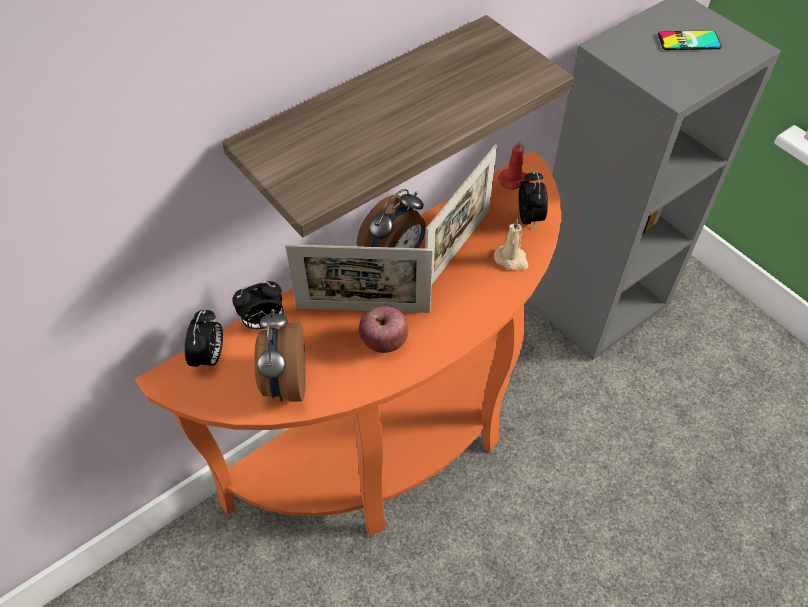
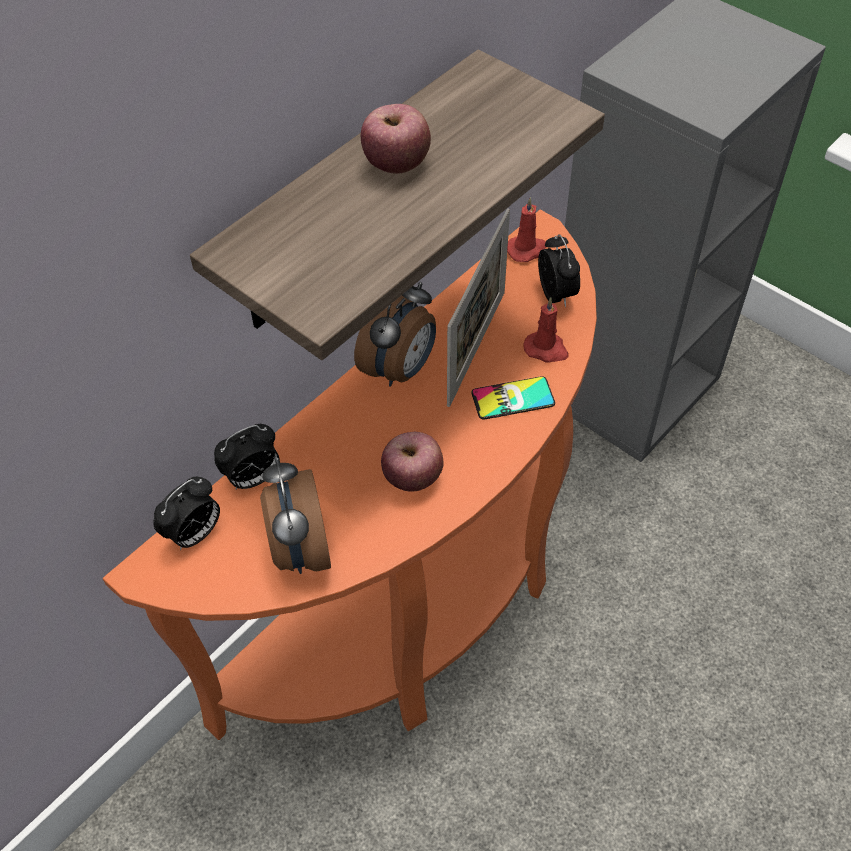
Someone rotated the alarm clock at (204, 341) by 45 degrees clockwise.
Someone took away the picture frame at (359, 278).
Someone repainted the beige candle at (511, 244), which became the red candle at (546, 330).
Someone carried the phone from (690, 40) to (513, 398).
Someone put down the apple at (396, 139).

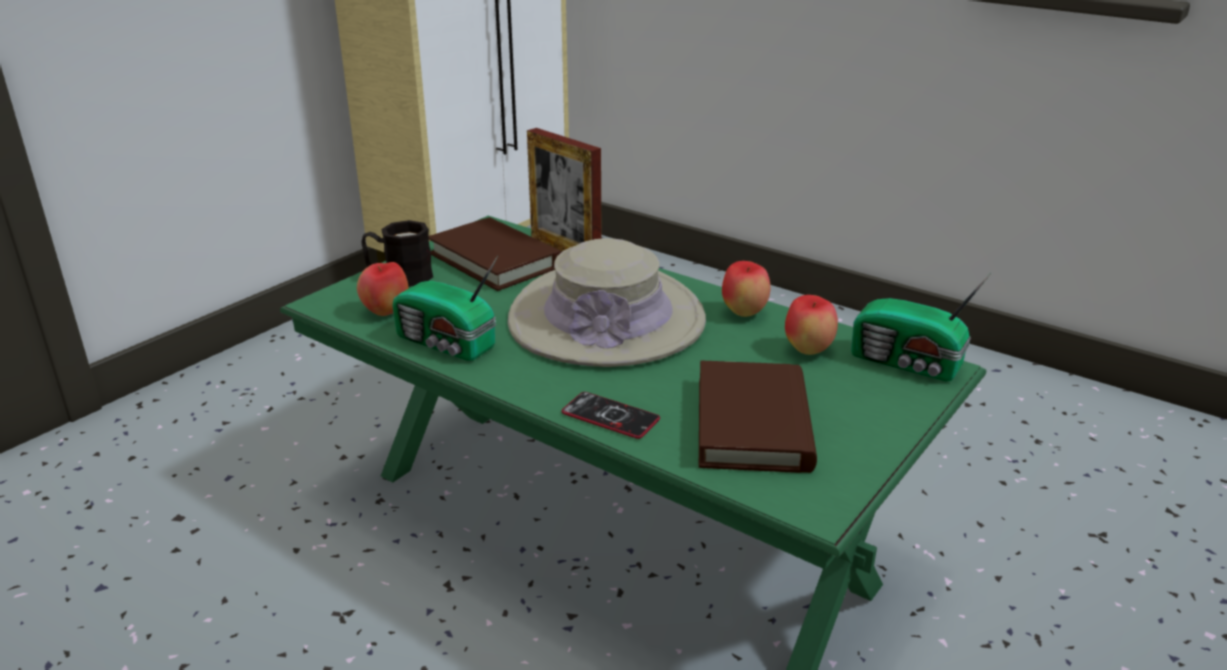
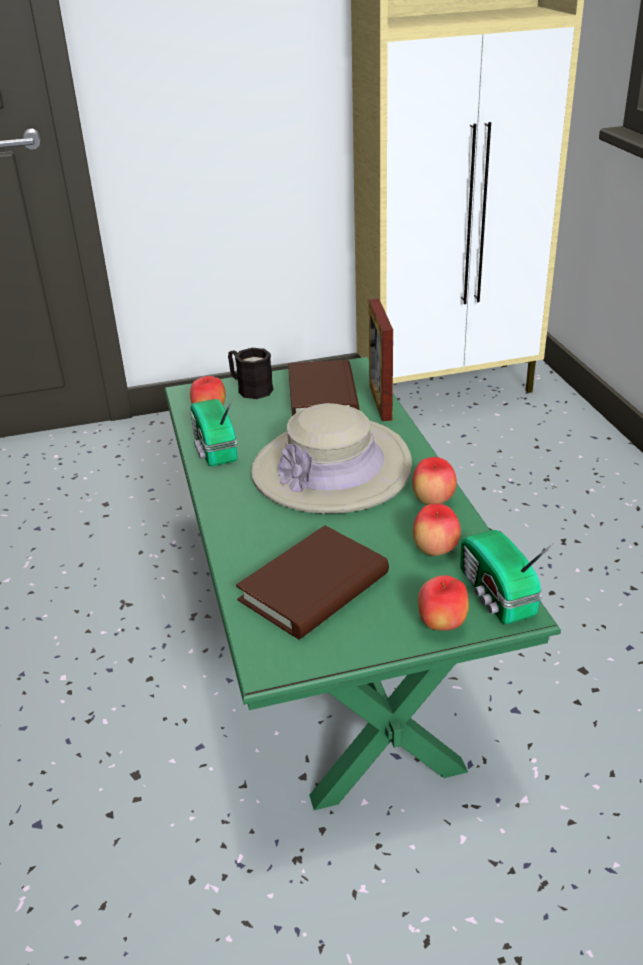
Someone took away the phone at (610, 415).
Someone put down the apple at (443, 603).

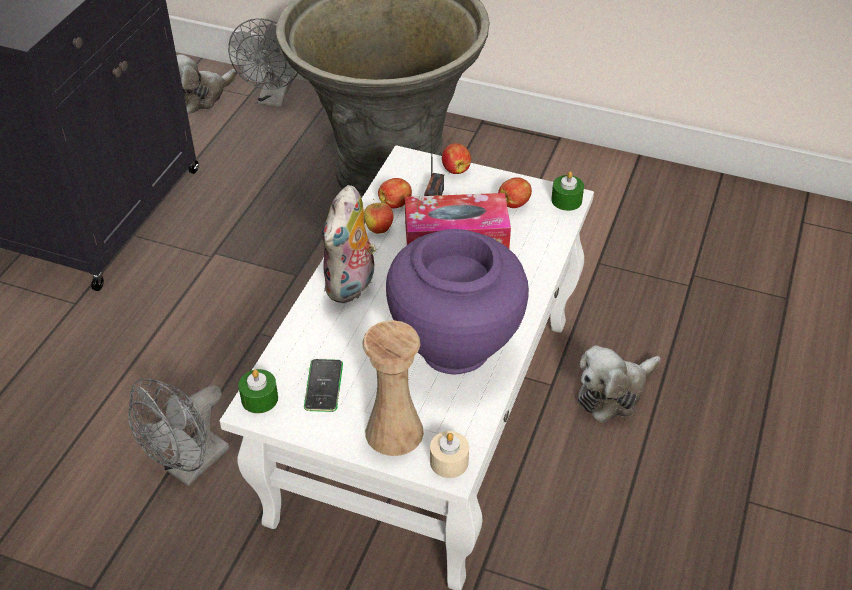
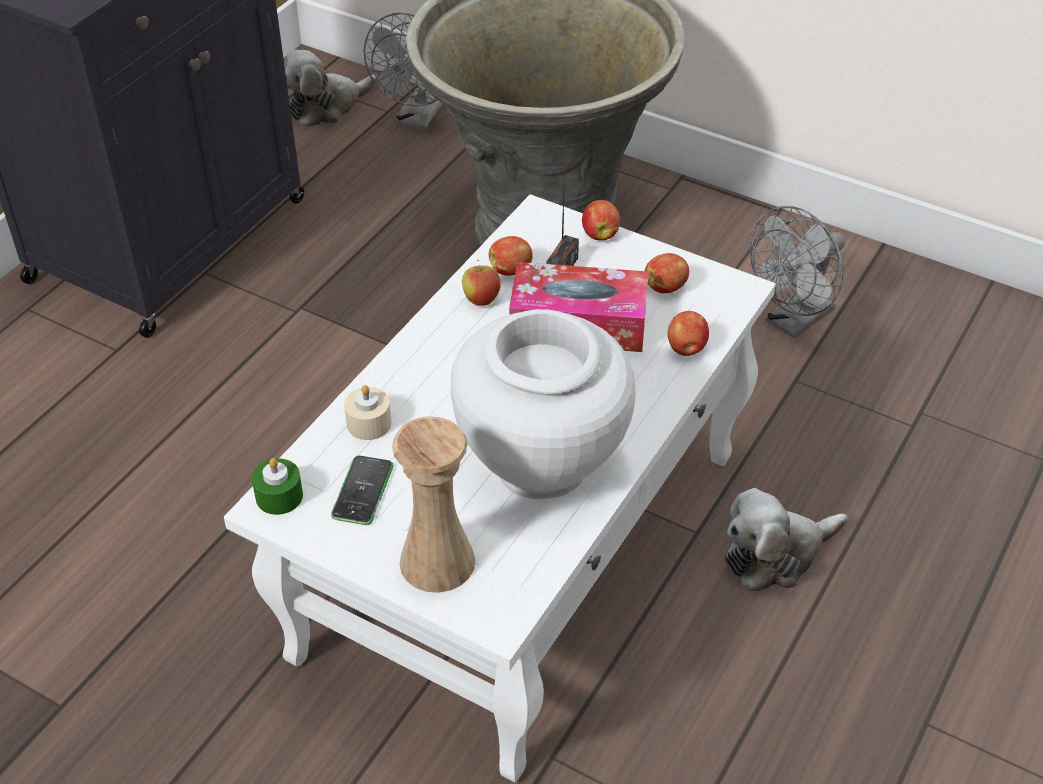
Someone carried the grey fan from (179, 432) to (797, 272).
Someone took away the plush toy at (349, 244).
Someone repainted the purple vase at (457, 302), which became the white vase at (543, 404).
Someone carried the beige candle from (449, 454) to (368, 412).
Someone took away the green candle at (567, 191).
Someone put down the apple at (688, 333).

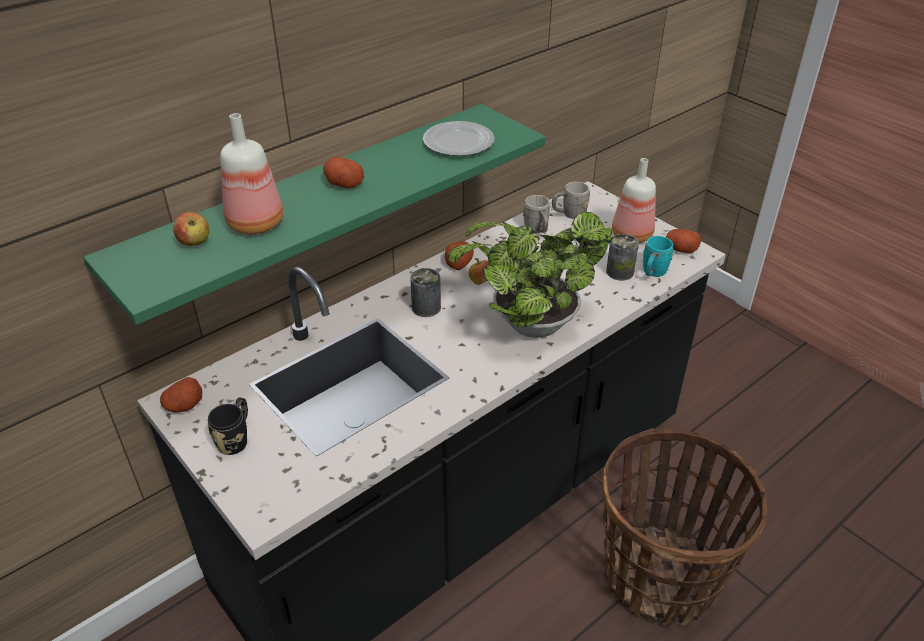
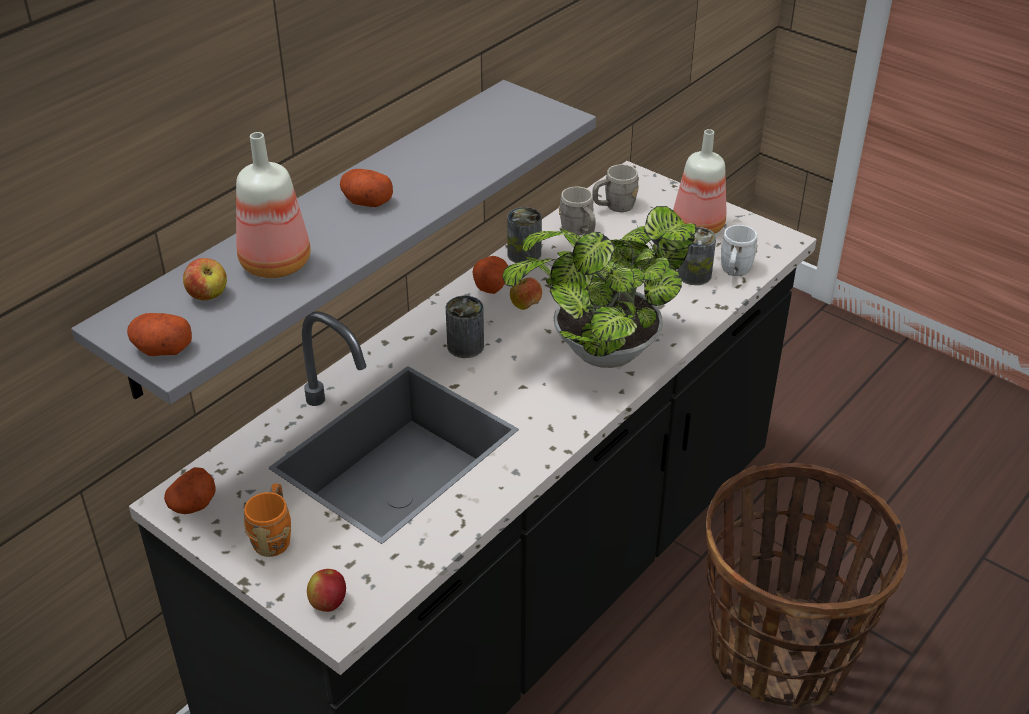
Someone repainted the green shelf at (314, 214), which became the grey shelf at (333, 242).
Someone repainted the black mug at (228, 426), which became the orange mug at (267, 520).
Someone took away the plate at (459, 138).
Someone repainted the turquoise mug at (658, 256), which became the white mug at (739, 250).
Someone carried the potato from (683, 241) to (159, 334).
Someone put down the apple at (326, 590).
Someone put down the can at (524, 235).

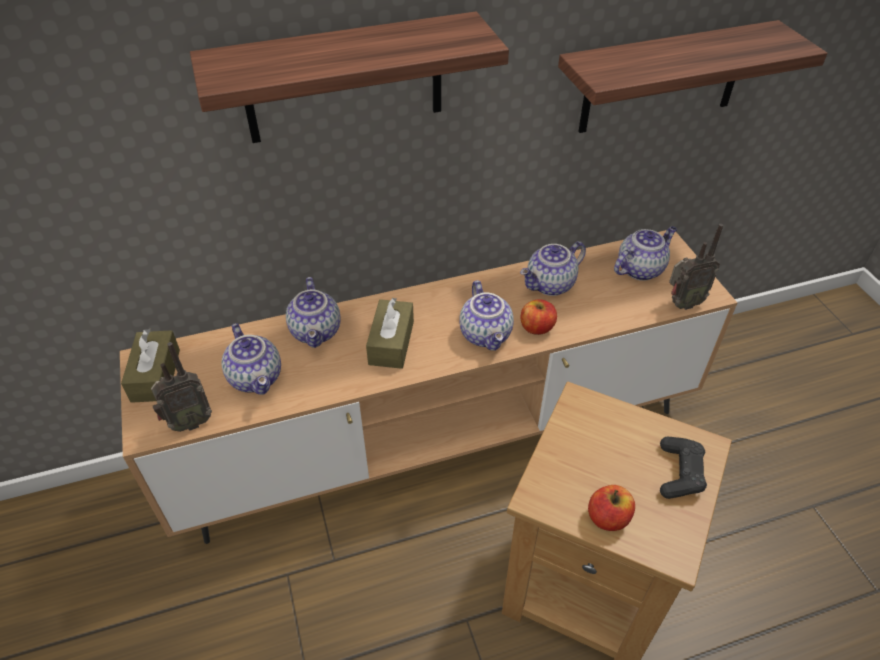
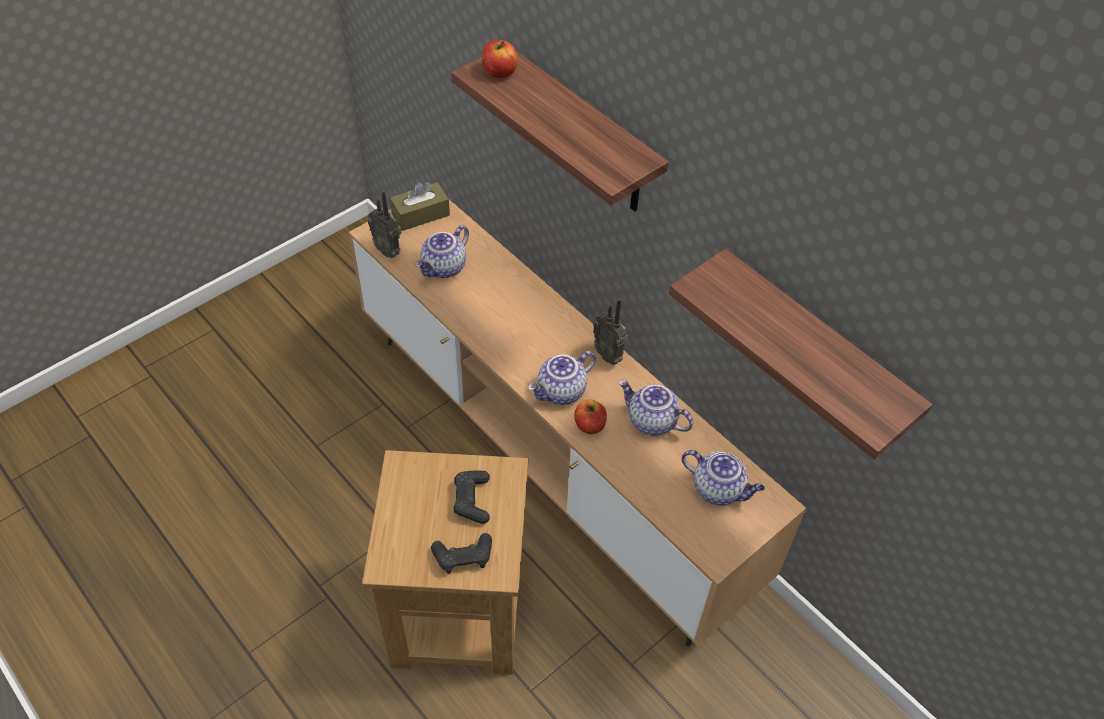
Someone took away the teapot at (313, 312).
Someone took away the brown tissue box at (390, 333).
Someone carried the apple from (611, 508) to (500, 59).
Someone carried the radio from (696, 267) to (610, 331).
Someone put down the black game controller at (471, 497).

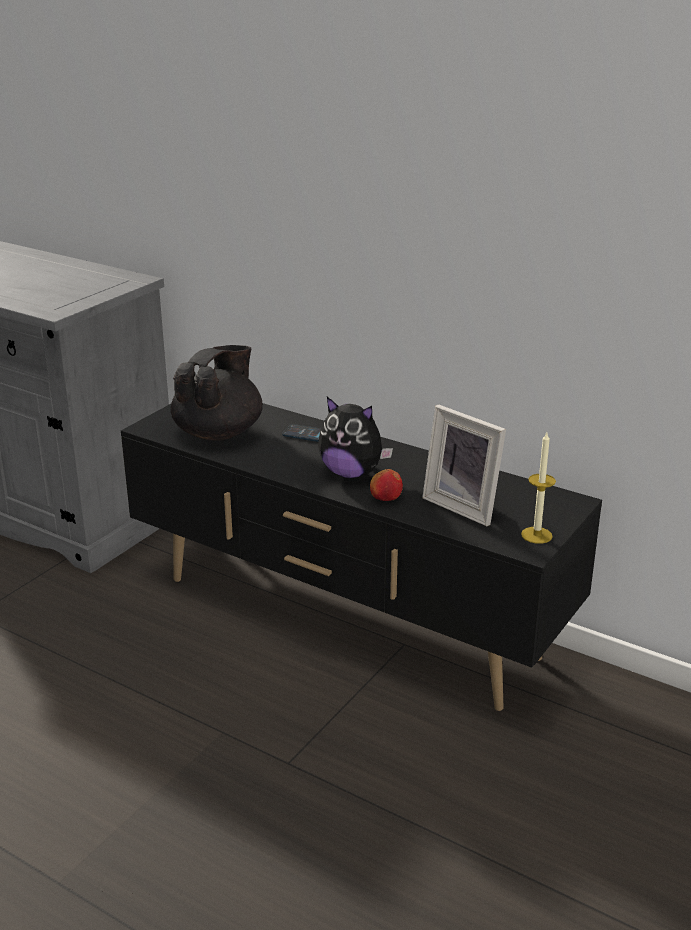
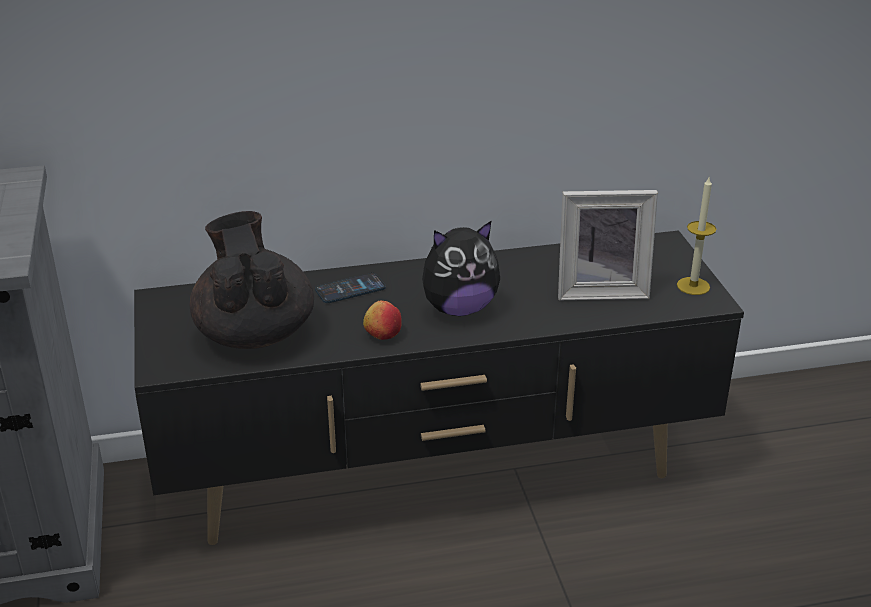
Someone carried the apple from (386, 485) to (382, 320).

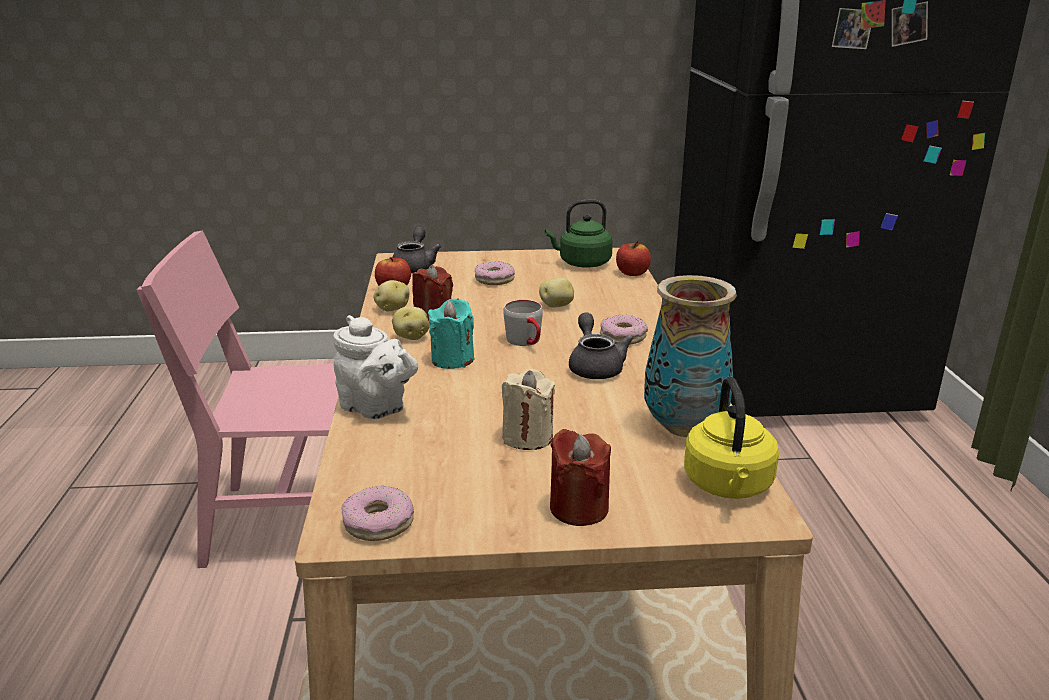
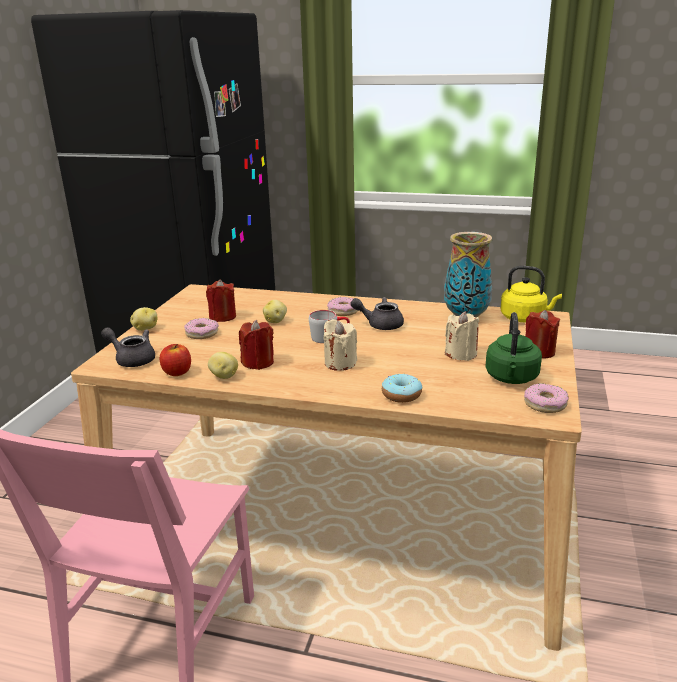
Someone swapped the white teapot at (375, 367) for the donut at (402, 388).
Someone carried the potato from (410, 323) to (143, 319).
Someone repainted the turquoise candle at (451, 333), which became the beige candle at (340, 345).
Someone carried the green kettle from (579, 233) to (513, 348).
Someone took away the apple at (633, 258).
Someone put down the red candle at (221, 300).

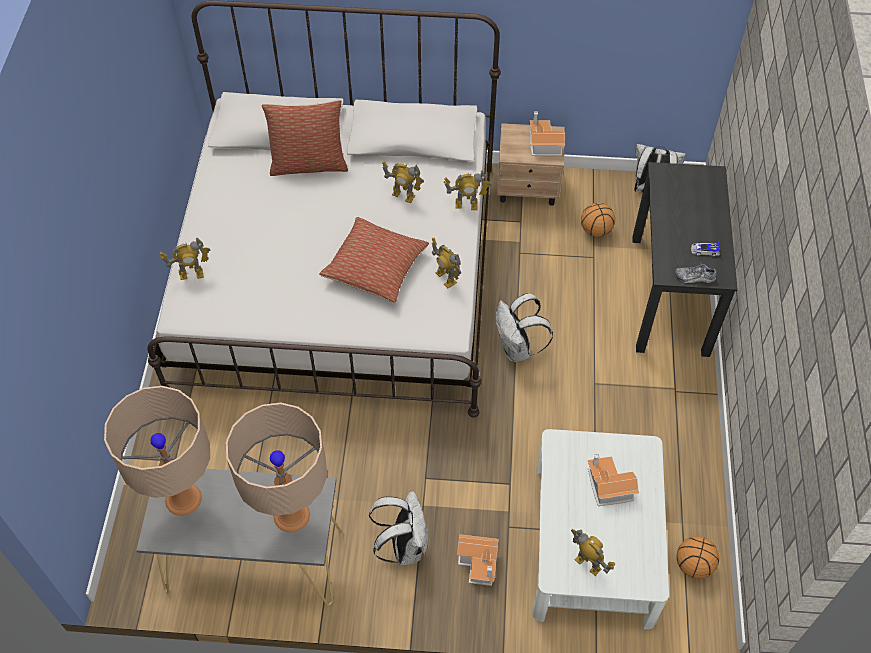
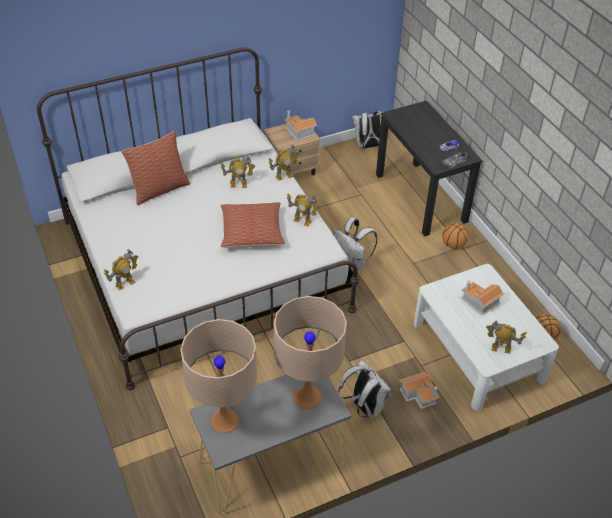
Someone carried the basketball from (598, 220) to (455, 236).

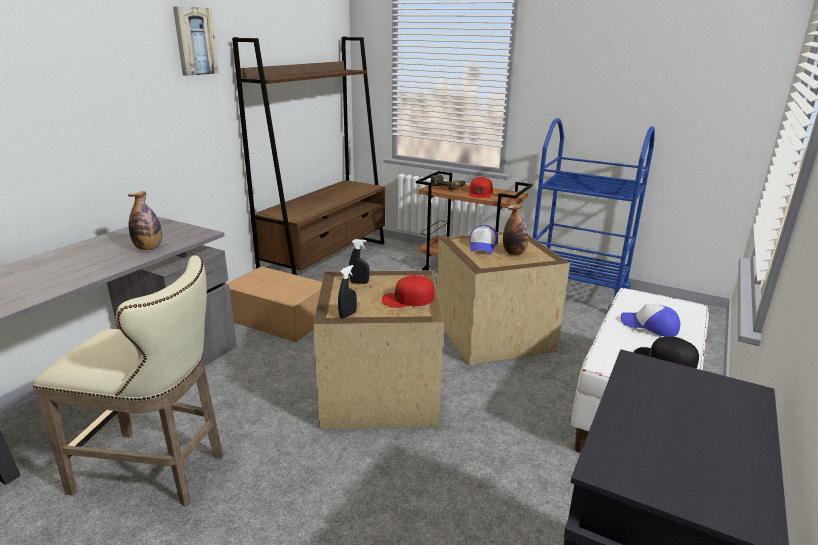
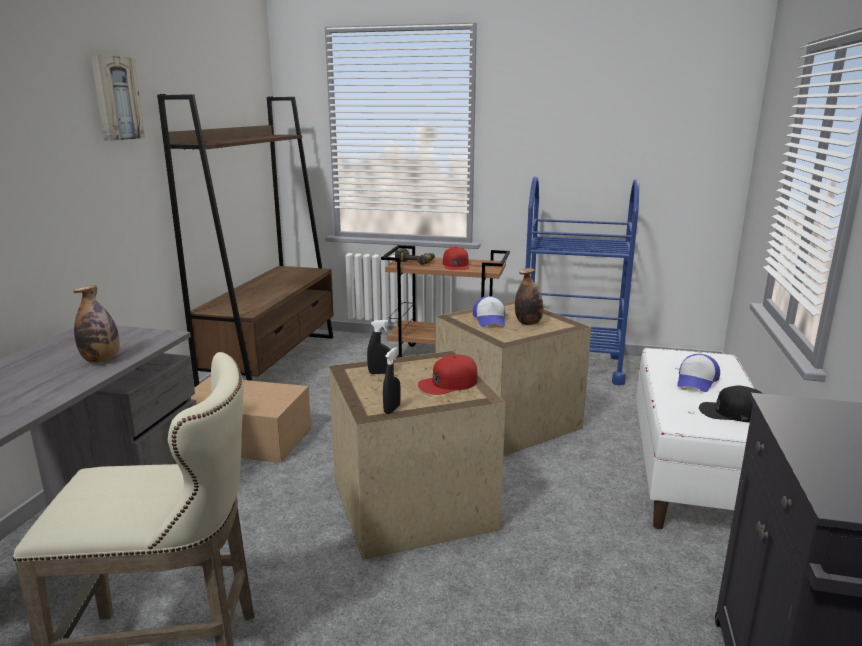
Someone rotated the cap at (650, 320) by 75 degrees counterclockwise.

